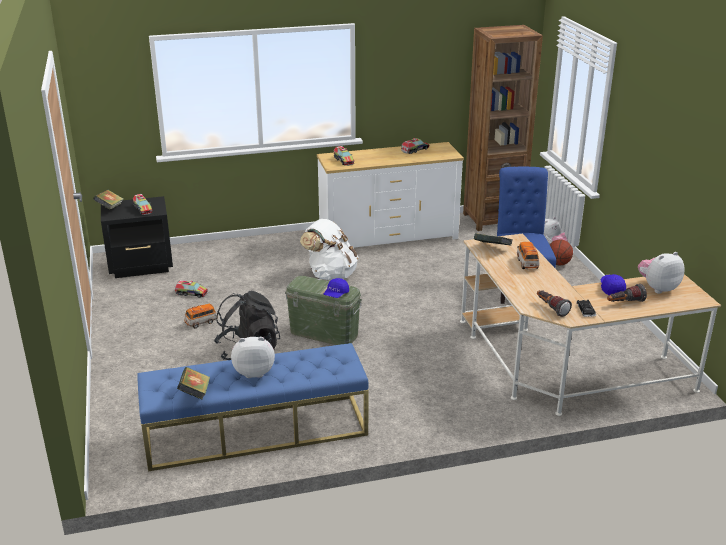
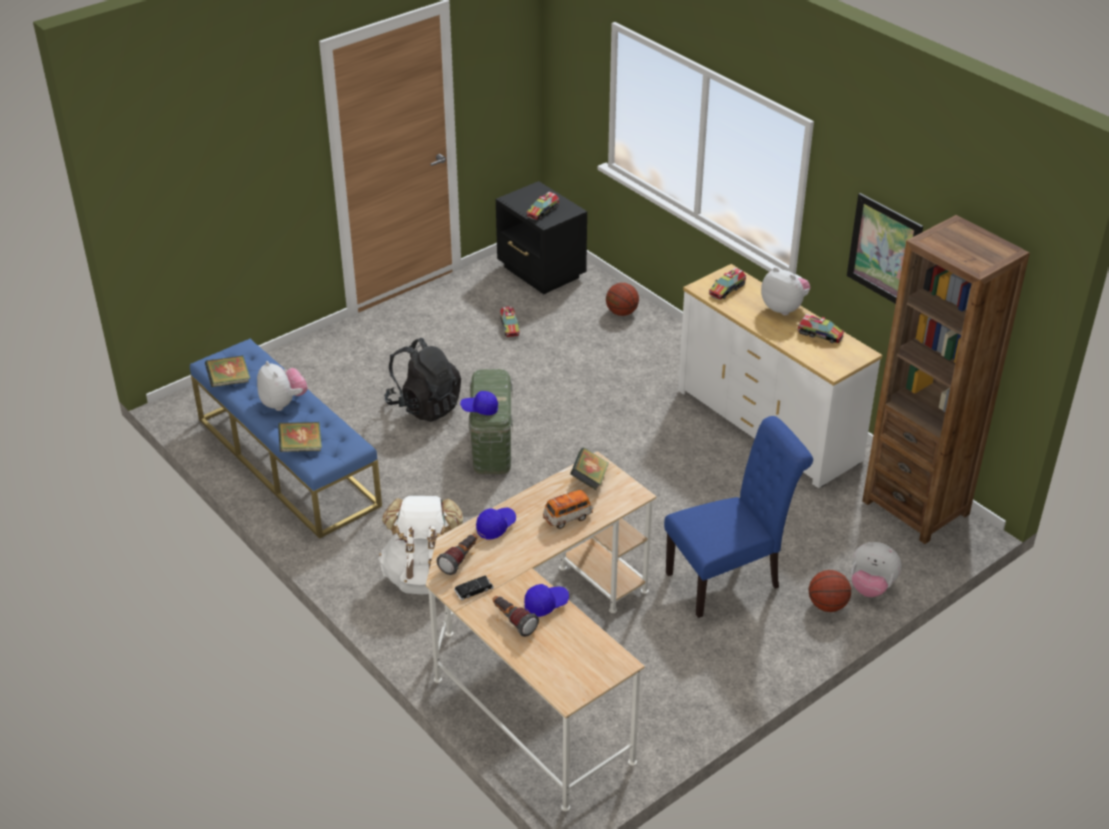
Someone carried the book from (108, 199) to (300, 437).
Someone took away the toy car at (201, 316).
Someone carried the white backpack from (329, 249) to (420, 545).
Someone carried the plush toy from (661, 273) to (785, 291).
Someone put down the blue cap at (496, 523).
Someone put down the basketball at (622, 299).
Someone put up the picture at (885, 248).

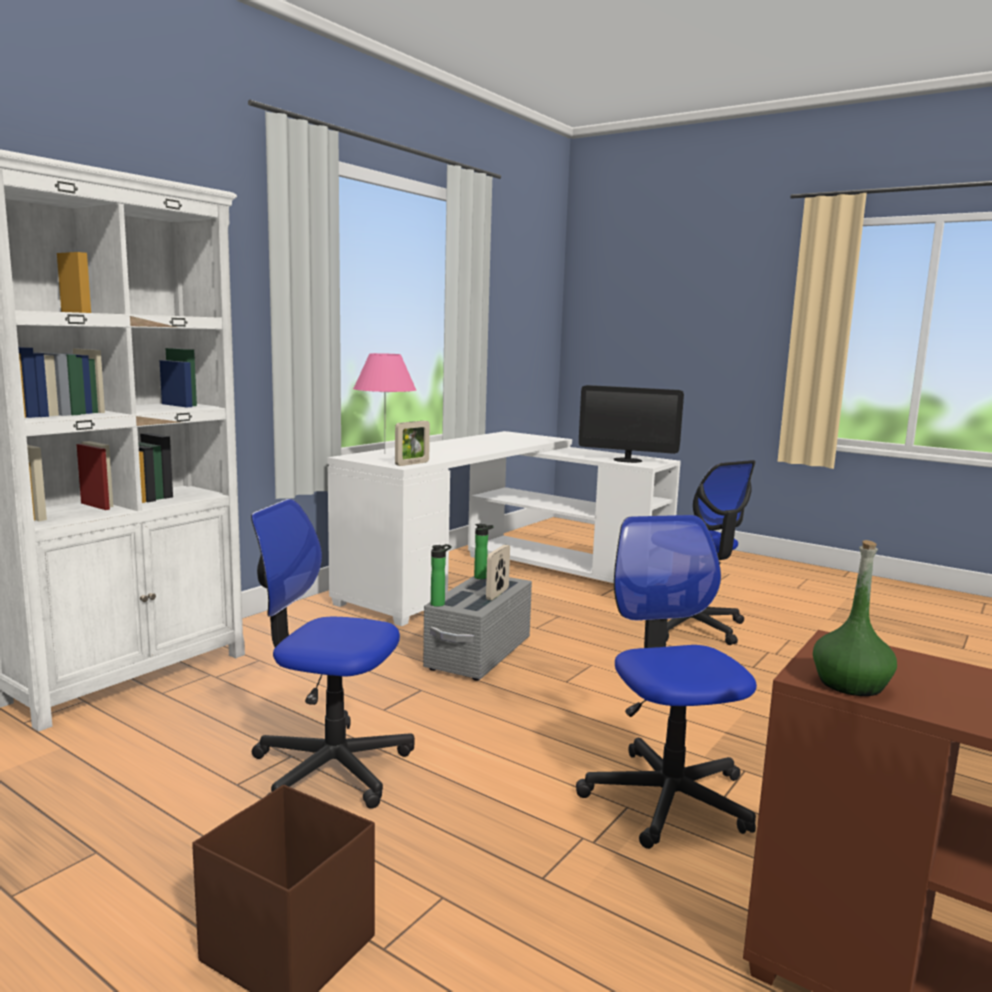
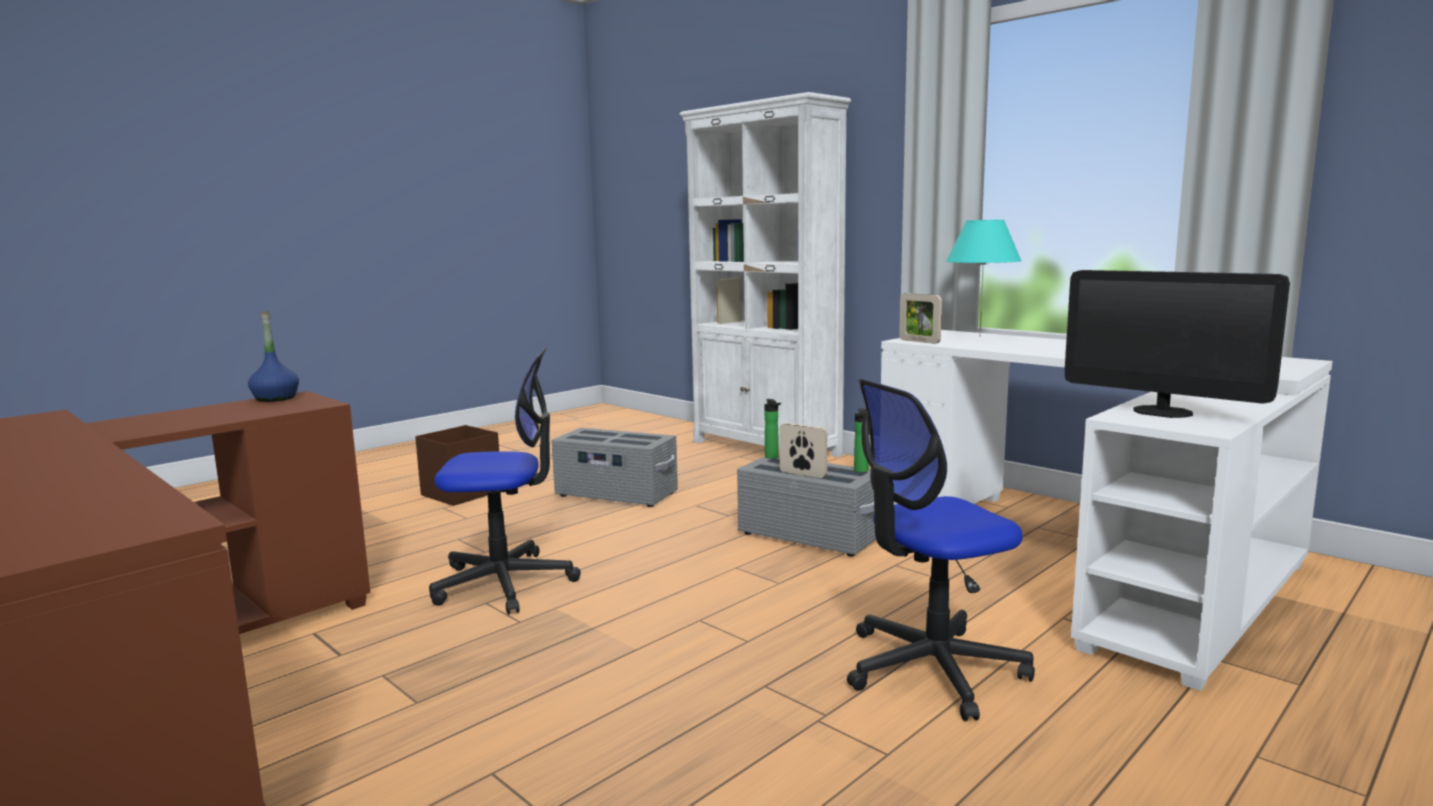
Someone swapped the office chair at (333, 654) for the grey storage box at (614, 467).
Someone repainted the pink table lamp at (384, 403), which became the turquoise table lamp at (984, 278).
Someone rotated the monitor at (631, 424) by 75 degrees counterclockwise.
Someone repainted the green bottle at (855, 618), which became the blue bottle at (273, 356).

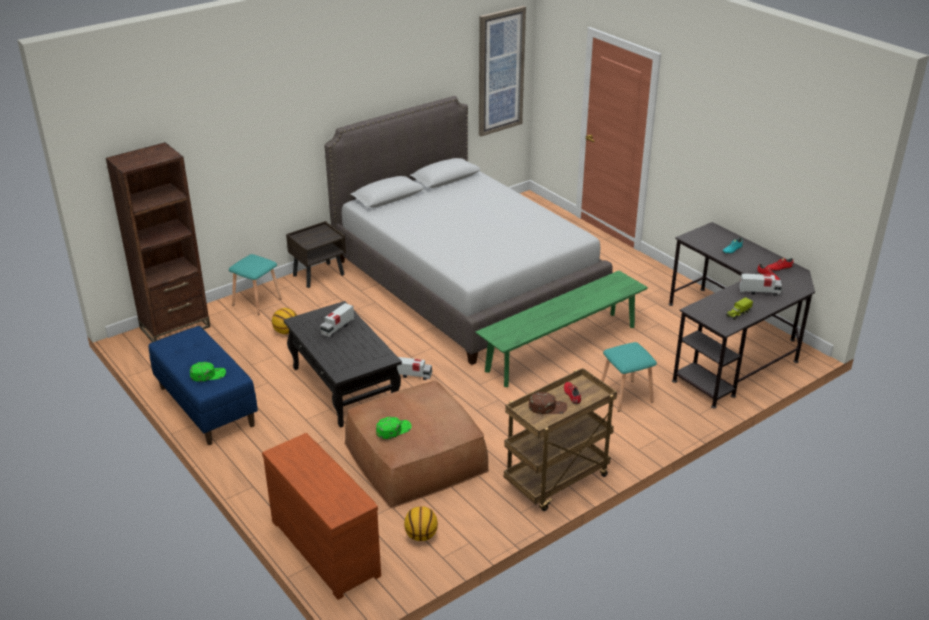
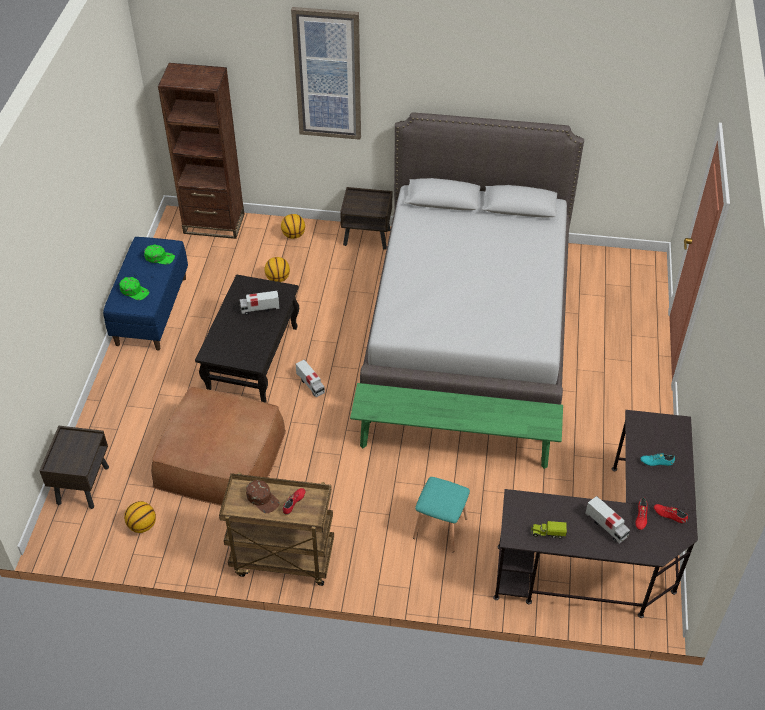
Someone swapped the turquoise stool at (255, 284) for the basketball at (293, 226).
Someone swapped the brown dresser at (321, 516) for the brown nightstand at (74, 467).
Someone carried the green cap from (394, 428) to (159, 254).
Someone carried the picture from (502, 71) to (326, 73).

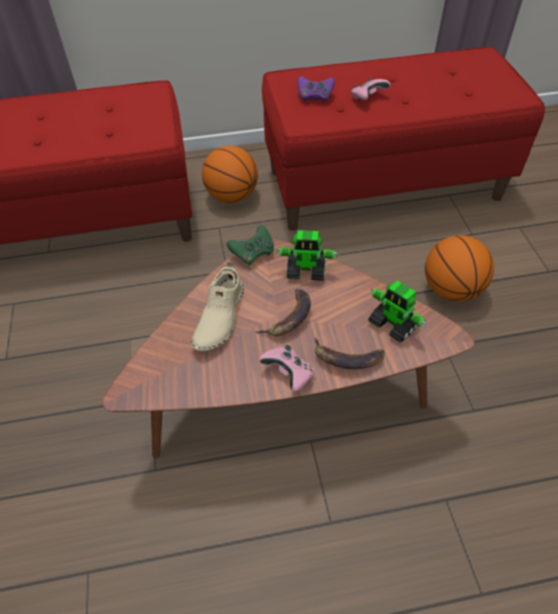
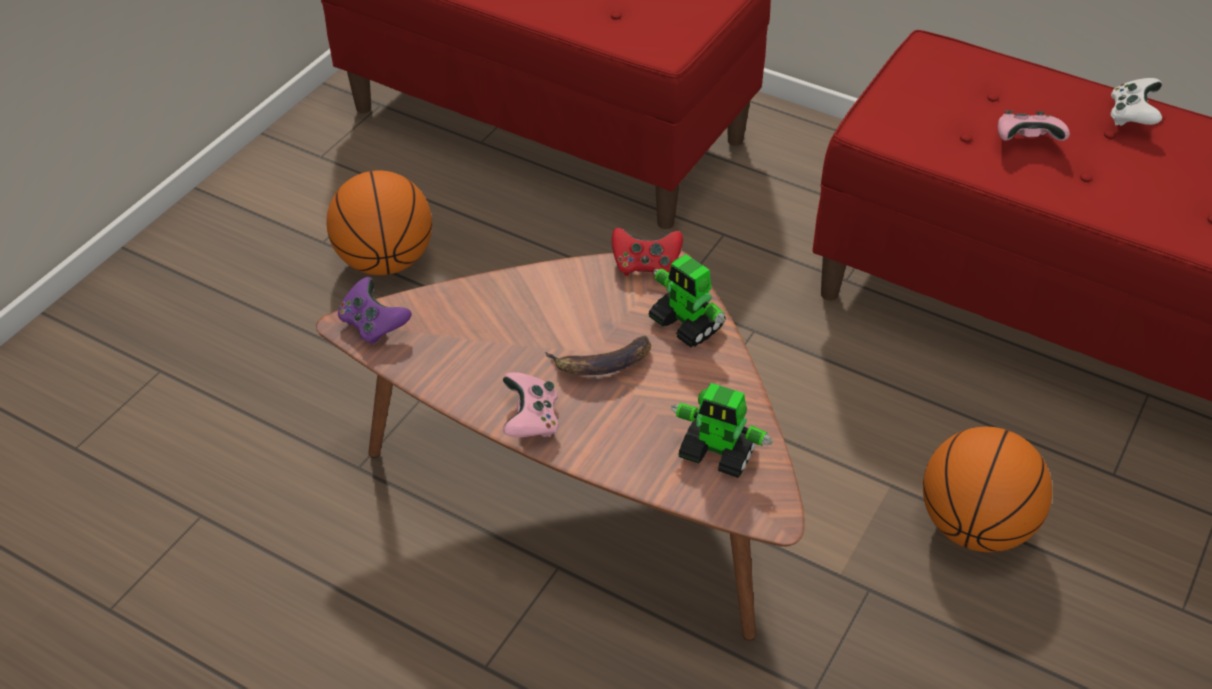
Someone took away the beige shoe at (217, 307).
Someone carried the basketball from (230, 174) to (379, 222).
Someone repainted the green game controller at (250, 245), which became the red game controller at (647, 252).
Someone carried the purple game controller from (316, 89) to (375, 311).
Someone took away the banana at (349, 353).
Someone rotated the toy robot at (397, 311) by 60 degrees counterclockwise.
Someone put down the white game controller at (1136, 102).

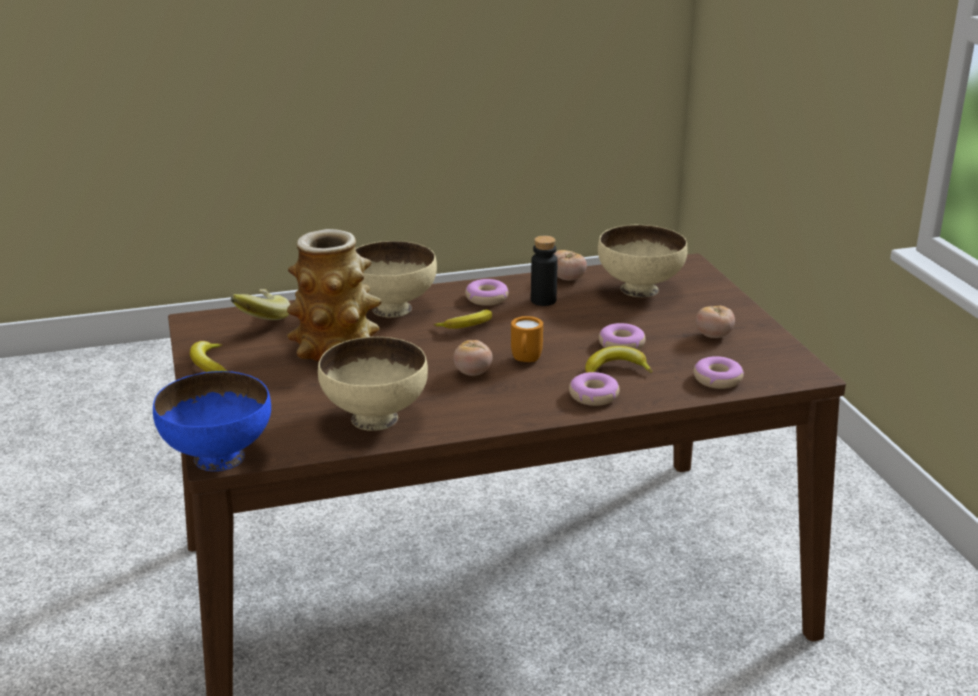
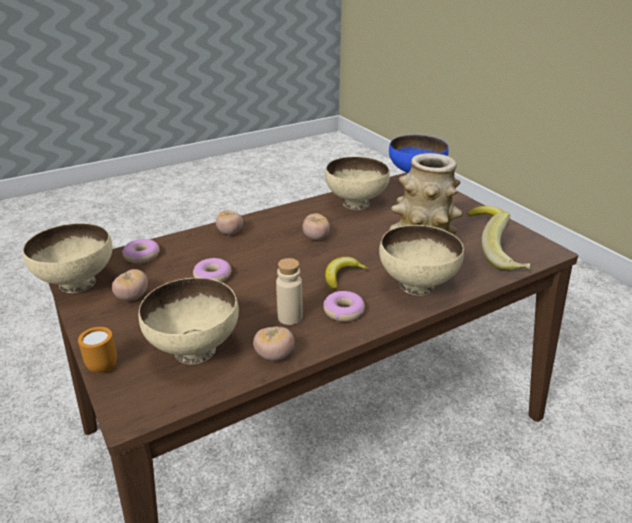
Someone carried the orange mug from (527, 339) to (97, 350).
Someone repainted the black bottle at (544, 271), which became the beige bottle at (289, 291).
Someone swapped the donut at (594, 389) for the tomato at (229, 222).
Someone took away the banana at (618, 359).
Someone put down the beige bowl at (68, 258).

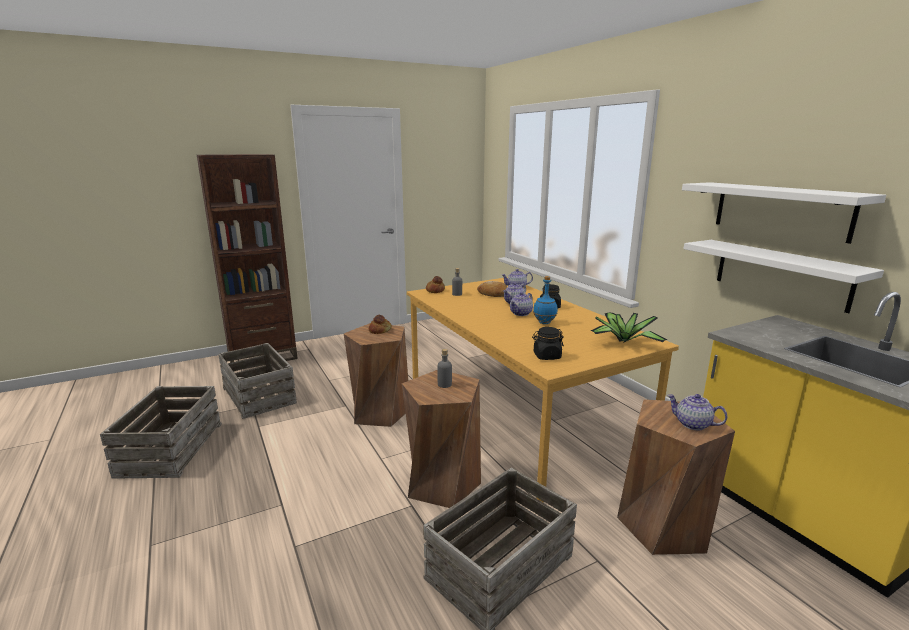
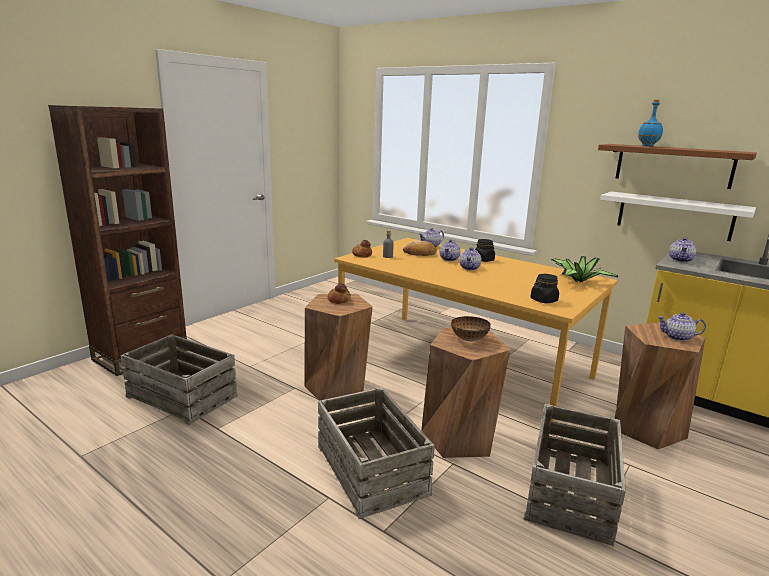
Someone carried the crate from (161, 432) to (376, 453).
Someone swapped the grey bottle at (445, 368) for the bowl at (471, 329).
Someone carried the blue bottle from (545, 300) to (650, 123).
Someone repainted the white shelf at (784, 213), which became the brown shelf at (677, 166).
Someone put down the teapot at (683, 249).

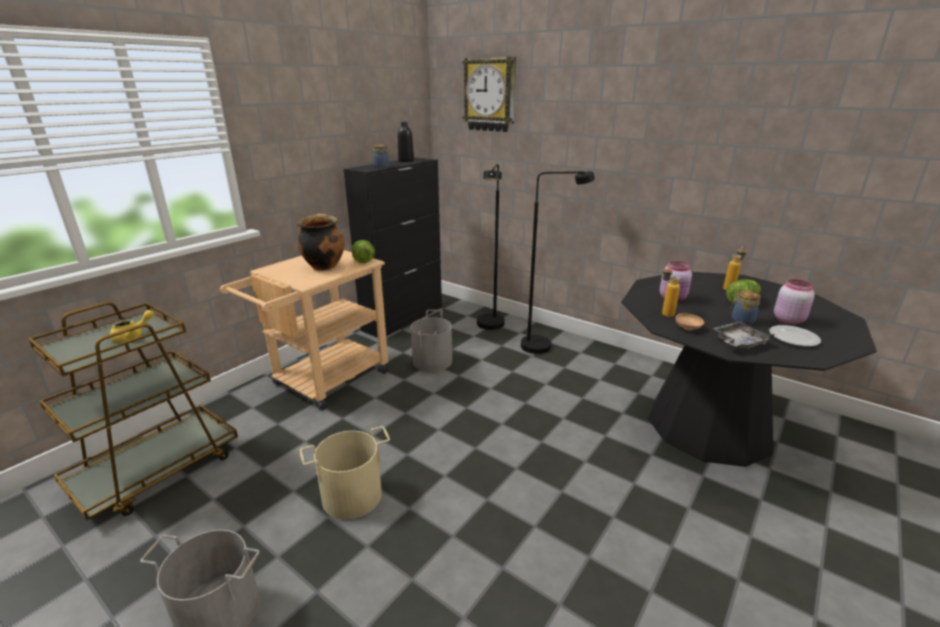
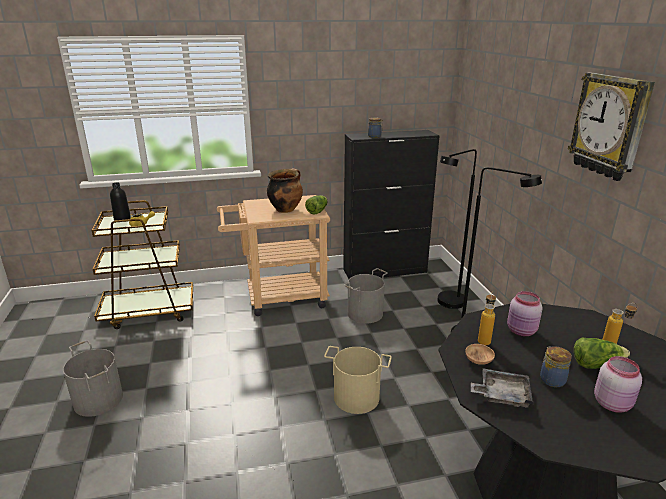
Someone carried the beige bucket from (345, 473) to (358, 380).
Someone carried the black bottle from (406, 142) to (120, 201).
Someone carried the wall clock from (489, 94) to (611, 127).
Someone took away the plate at (795, 336).

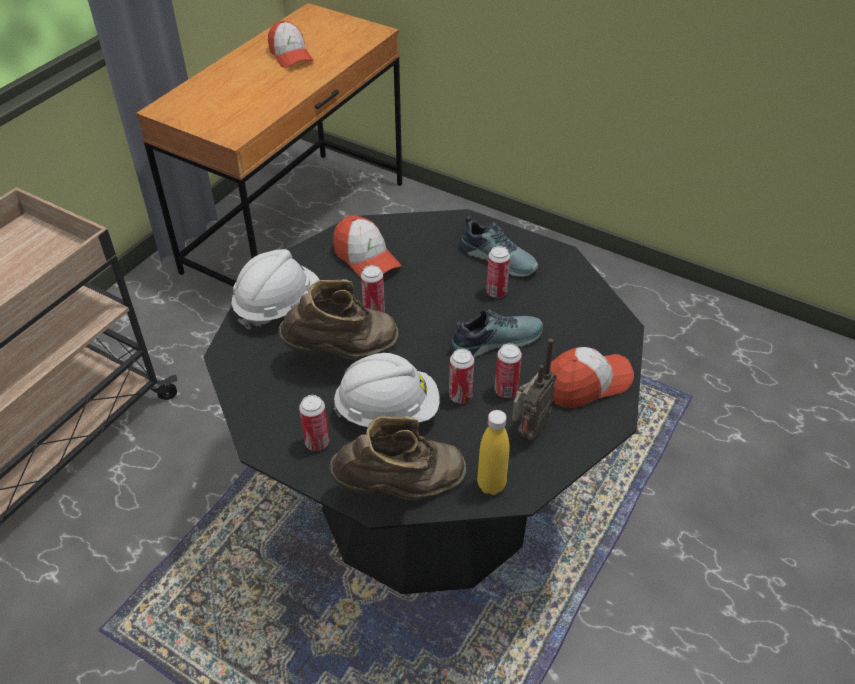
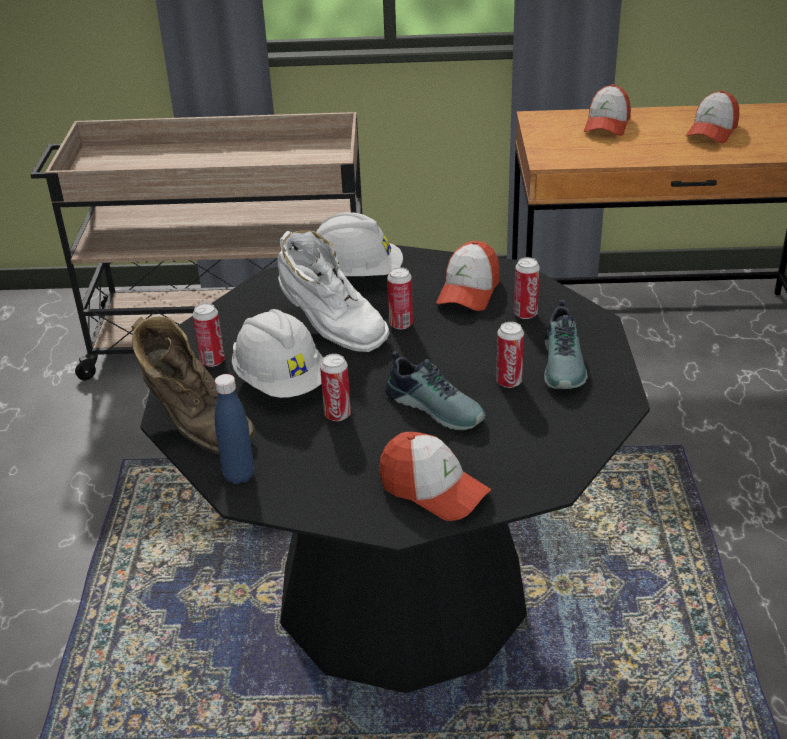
Someone repainted the brown boot at (338, 319), which became the white boot at (334, 291).
Someone repainted the yellow bottle at (493, 452), which became the blue bottle at (234, 429).
Someone carried the can from (508, 370) to (527, 288).
Someone took away the radio at (534, 389).
Someone put down the cap at (607, 110).

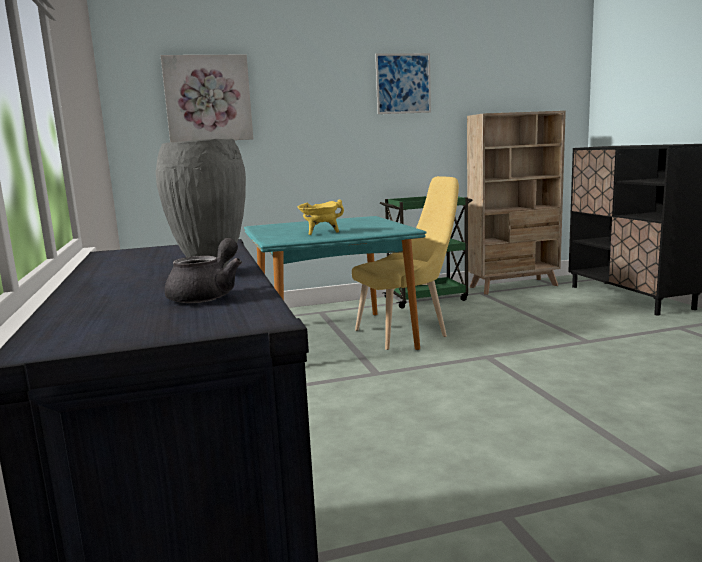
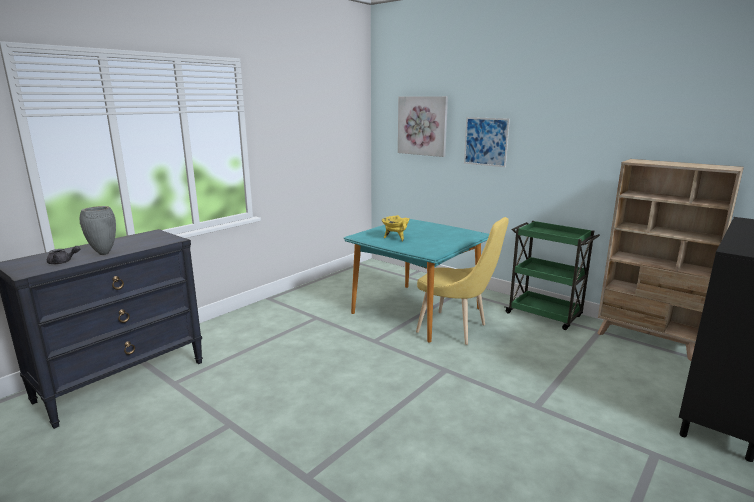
Someone carried the picture from (403, 83) to (487, 142).

